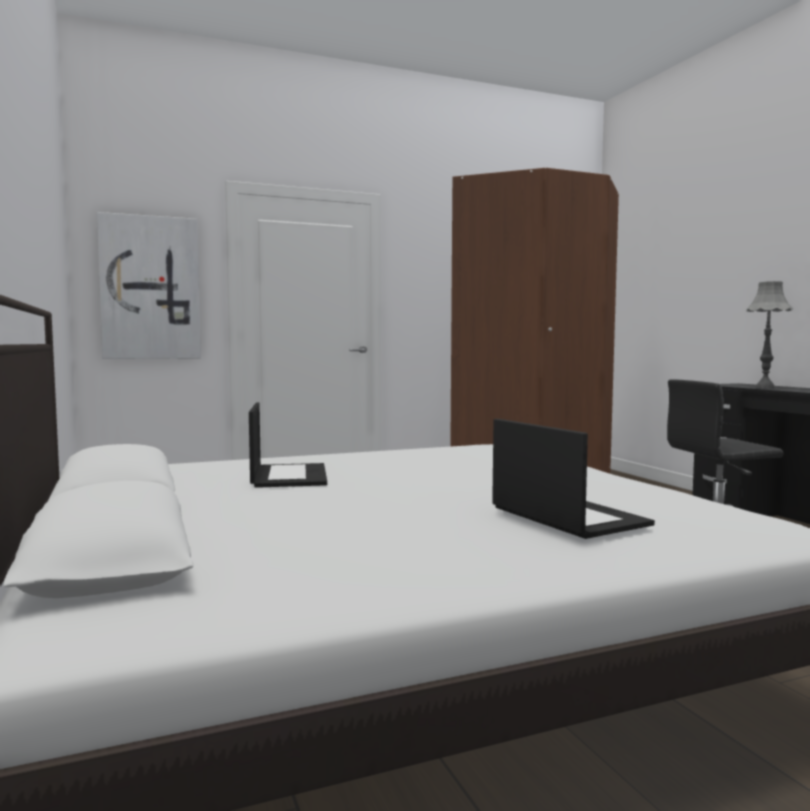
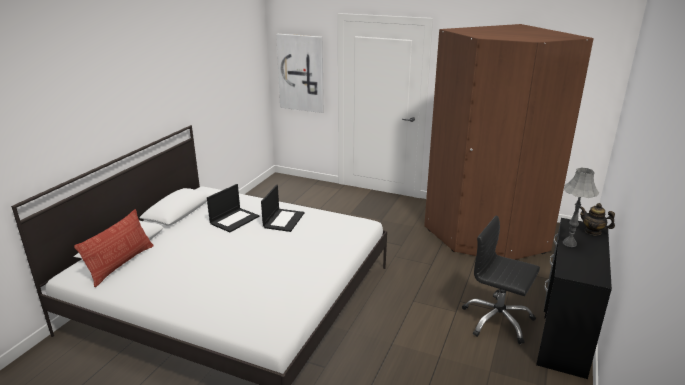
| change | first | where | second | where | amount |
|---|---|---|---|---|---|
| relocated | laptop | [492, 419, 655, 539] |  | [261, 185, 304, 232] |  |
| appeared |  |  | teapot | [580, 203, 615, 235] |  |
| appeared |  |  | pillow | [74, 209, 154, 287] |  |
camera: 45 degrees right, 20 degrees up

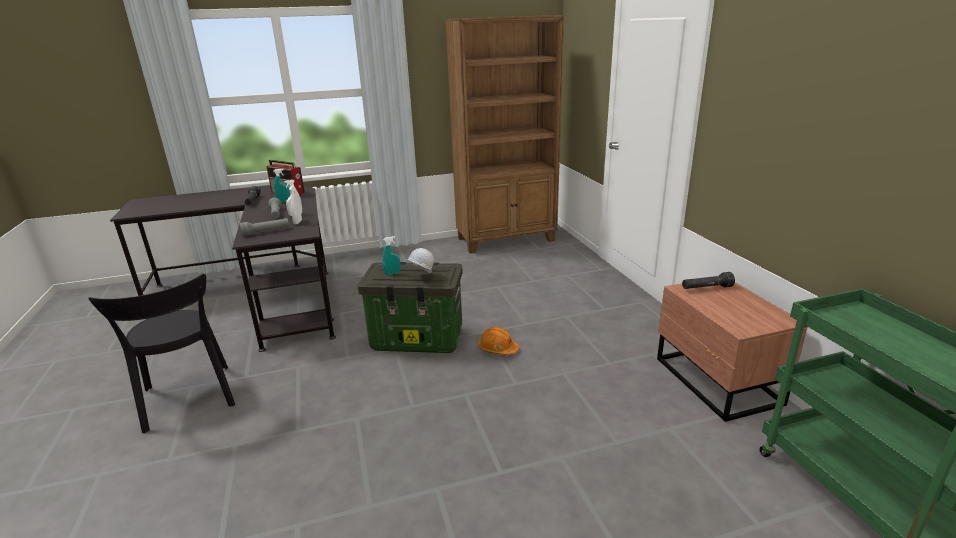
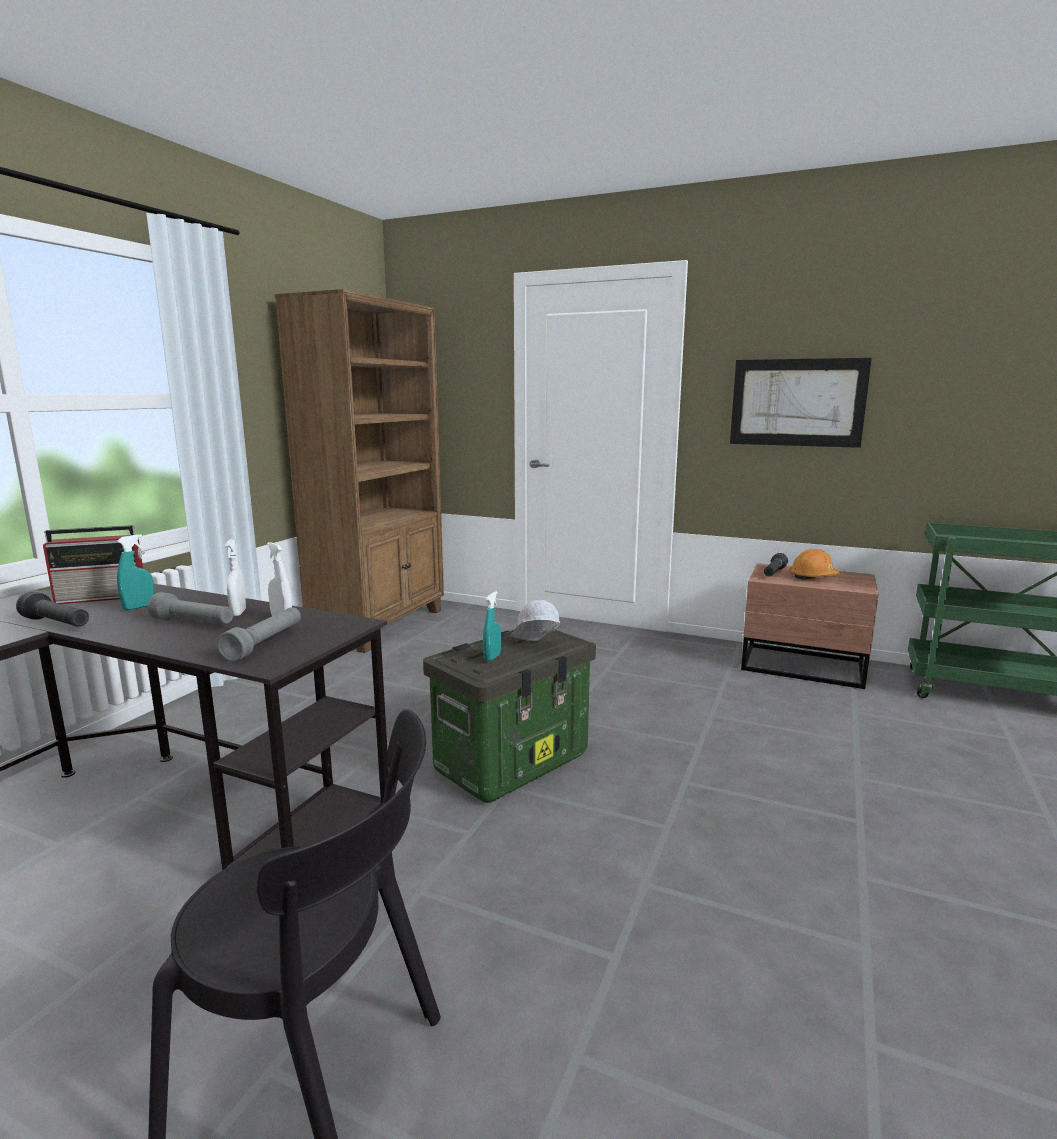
| change | first | where | second | where | amount |
|---|---|---|---|---|---|
| relocated | orange hard hat | [479, 327, 519, 355] |  | [789, 549, 840, 580] |  |
| appeared |  |  | picture | [730, 358, 872, 448] |  |
camera: 50 degrees left, 10 degrees down

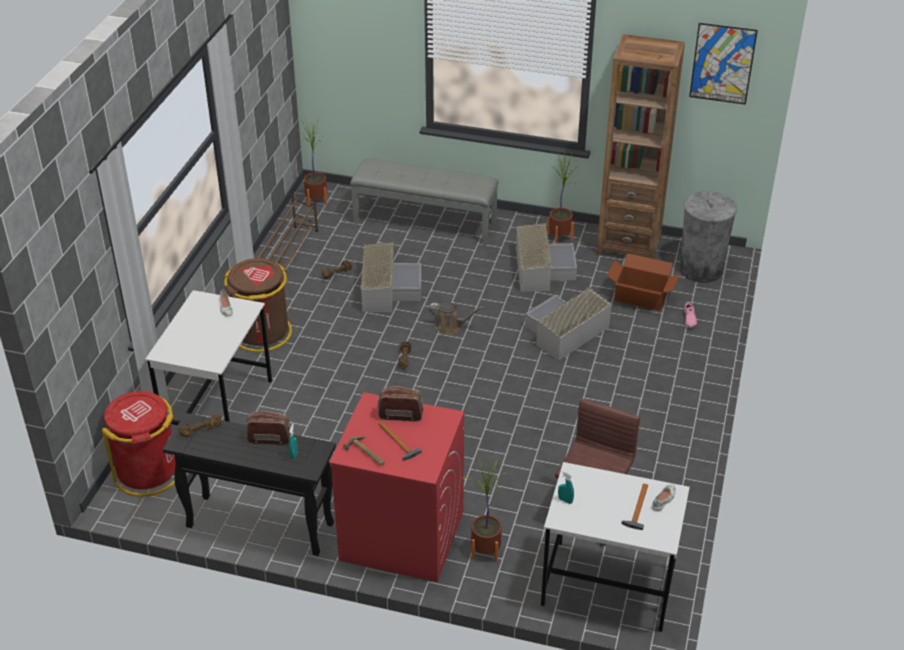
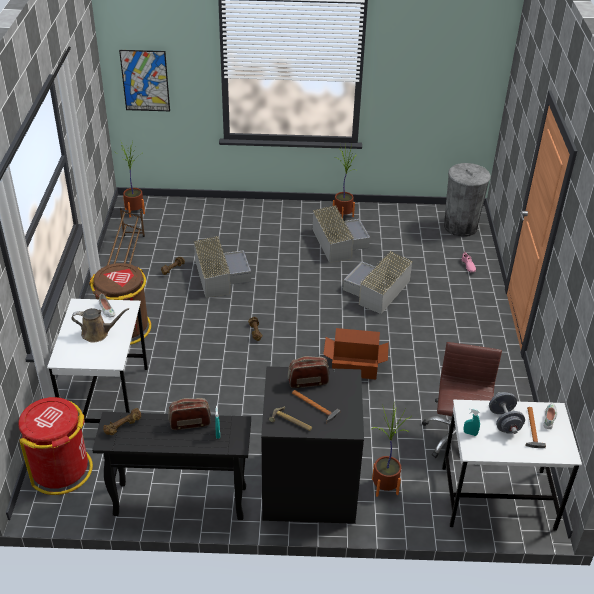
| change | first | where | second | where | amount |
|---|---|---|---|---|---|
| relocated | picture | [689, 23, 758, 105] |  | [119, 50, 170, 111] |  |
| missing | brown bookcase | [596, 34, 685, 259] |  |  |  |
| missing | grey bench | [350, 159, 499, 245] |  |  |  |
| relocated | cardboard box | [607, 253, 679, 311] |  | [323, 328, 389, 380] |  |
| relocated | brown watering can | [428, 302, 484, 335] |  | [72, 308, 129, 343] |  |
| colour | red washing machine | [329, 392, 464, 582] | black washing machine | [261, 366, 364, 524] |  |
| appeared |  |  | grey dumbbell | [489, 392, 525, 434] |  |
camera: 15 degrees left, 0 degrees up

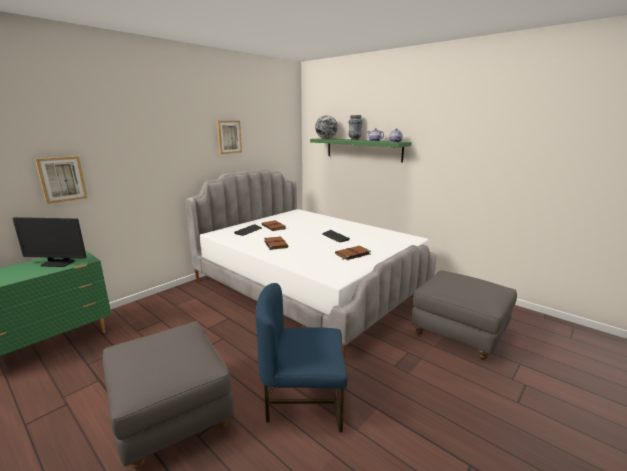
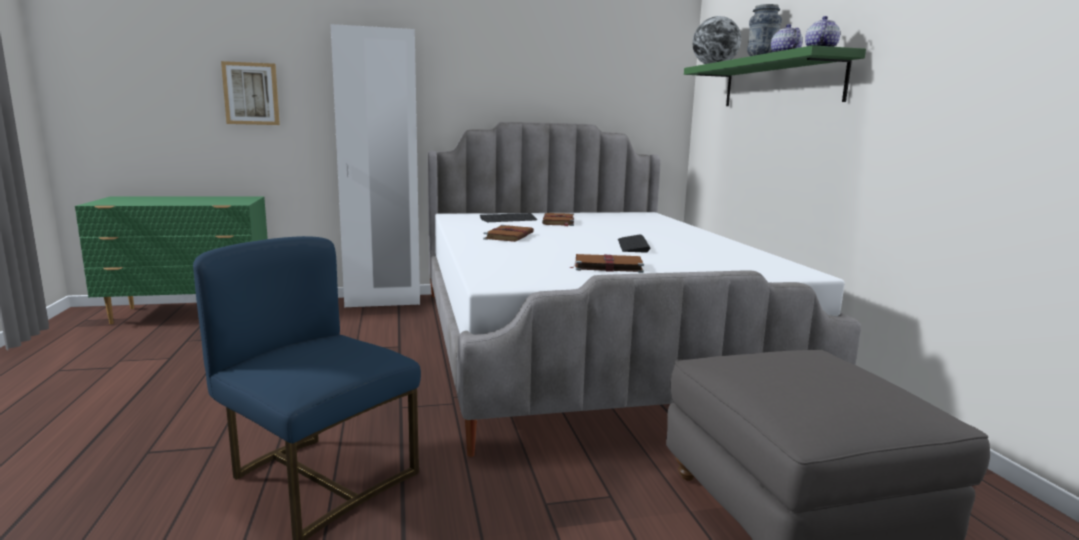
| change | first | where | second | where | amount |
|---|---|---|---|---|---|
| missing | picture | [217, 121, 242, 154] |  |  |  |
| missing | monitor | [12, 217, 87, 267] |  |  |  |
| missing | grey ottoman | [103, 321, 234, 469] |  |  |  |
| appeared |  |  | white wardrobe | [330, 24, 420, 308] |  |
camera: 35 degrees right, 5 degrees down

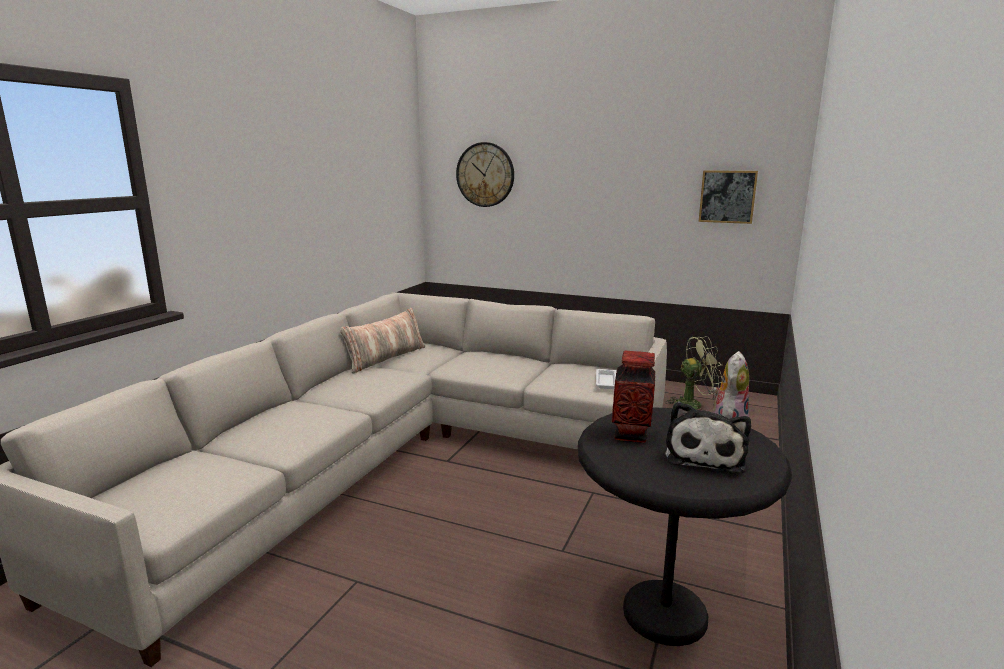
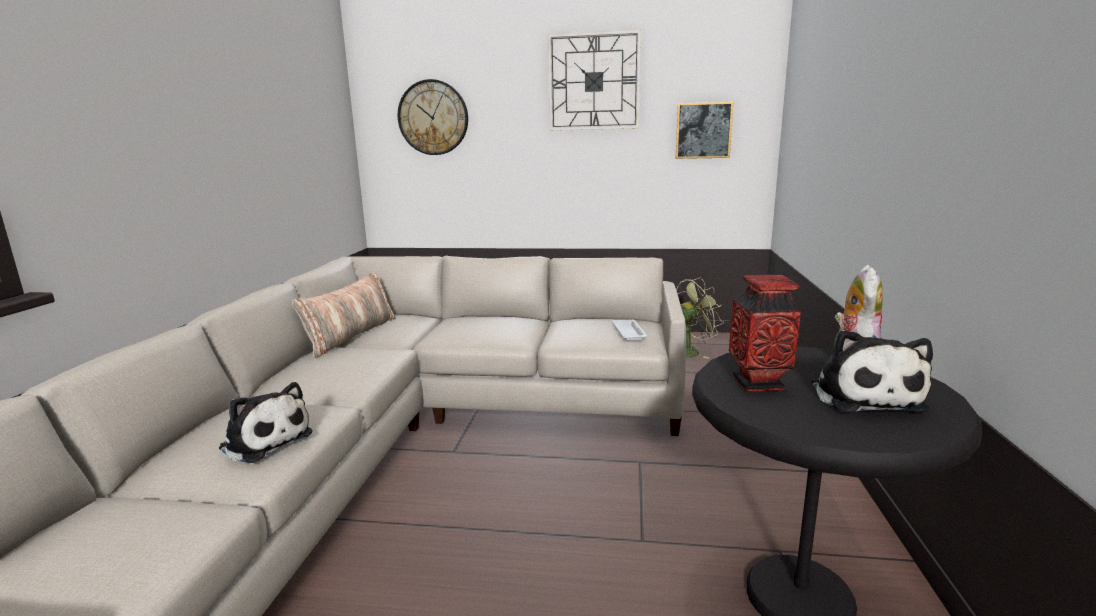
| change | first | where | second | where | amount |
|---|---|---|---|---|---|
| appeared |  |  | wall clock | [548, 30, 641, 131] |  |
| appeared |  |  | plush toy | [219, 382, 313, 463] |  |
camera: 15 degrees left, 0 degrees up

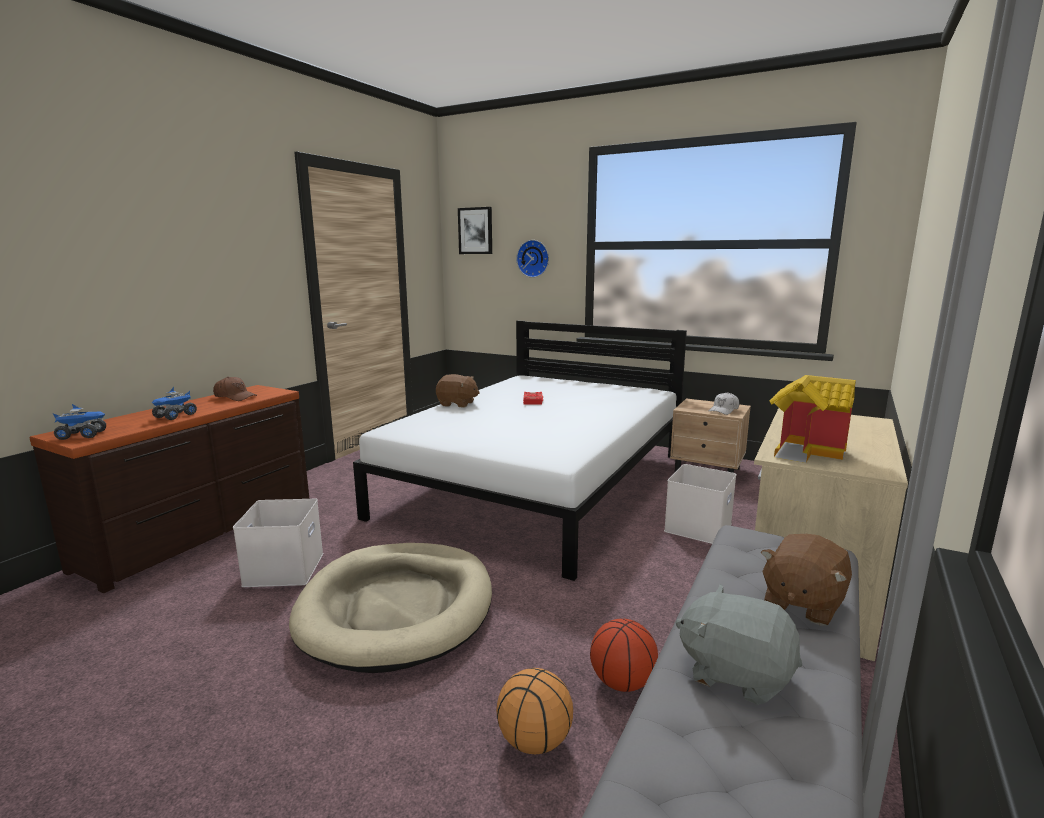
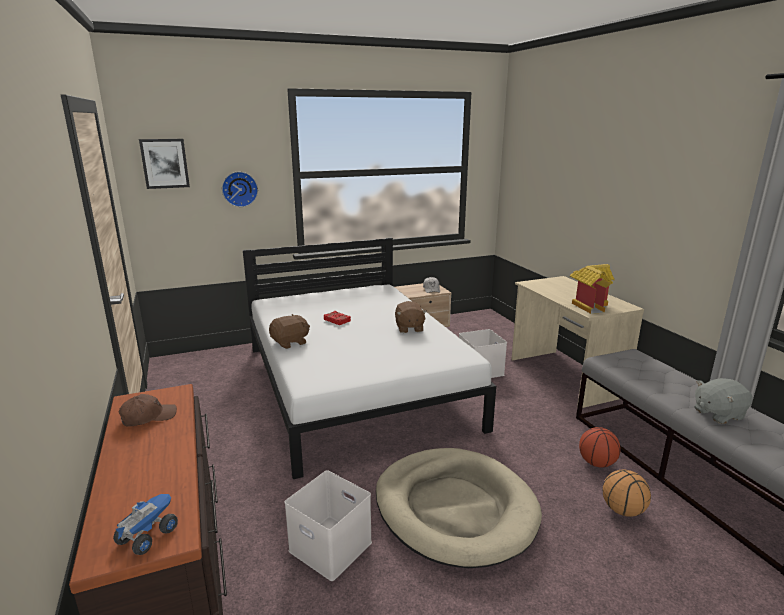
| change | first | where | second | where | amount |
|---|---|---|---|---|---|
| missing | toy truck | [152, 387, 197, 420] |  |  |  |
| relocated | brown plush toy | [761, 534, 852, 626] |  | [395, 301, 427, 333] |  |
camera: 50 degrees left, 5 degrees up

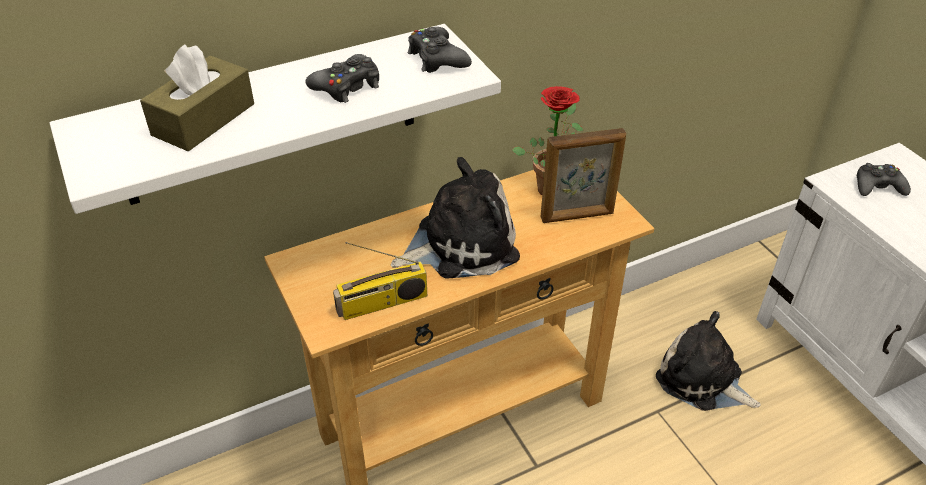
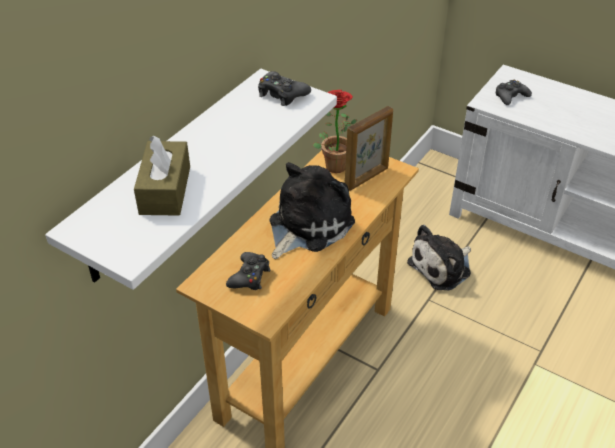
| change | first | where | second | where | amount |
|---|---|---|---|---|---|
| relocated | black game controller | [305, 54, 379, 103] |  | [226, 252, 270, 290] |  |
| missing | radio | [333, 242, 427, 320] |  |  |  |
| spun | plush toy | [656, 311, 761, 411] |  | [407, 225, 471, 290] | 45 degrees counterclockwise |
camera: 30 degrees left, 0 degrees up

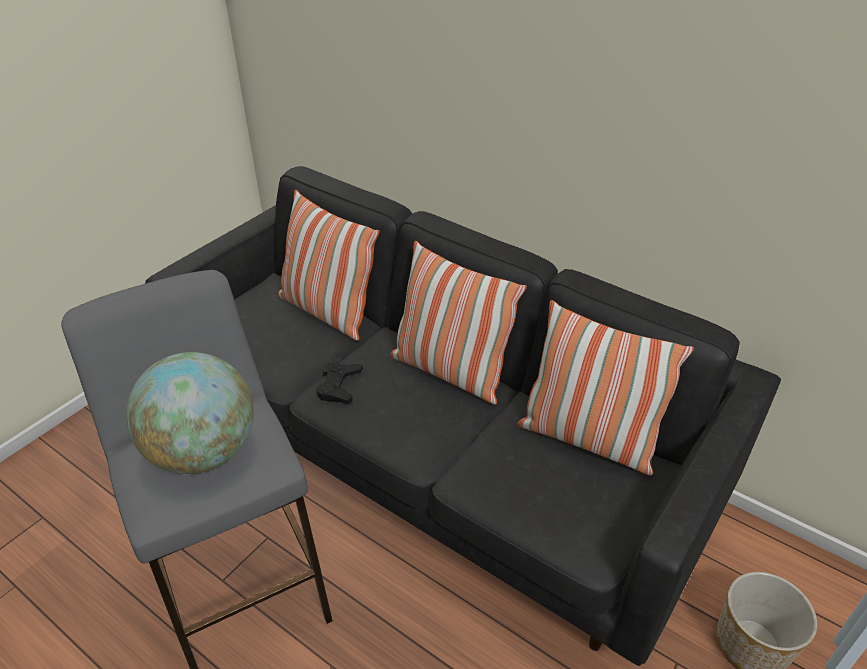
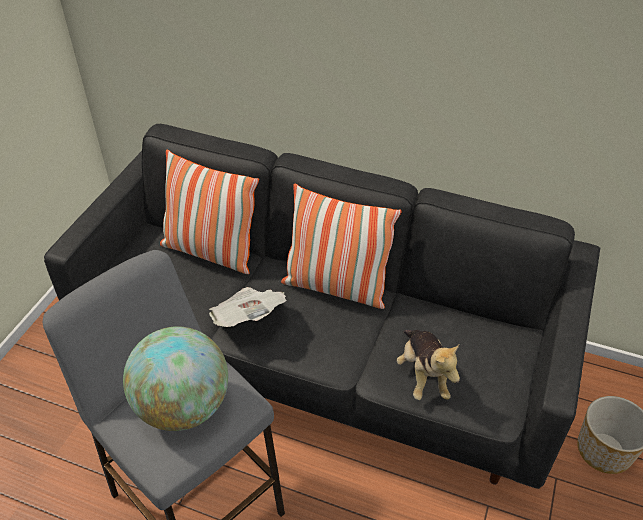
| change | first | where | second | where | amount |
|---|---|---|---|---|---|
| missing | pillow | [517, 300, 694, 475] |  |  |  |
| exchanged | black game controller | [316, 364, 363, 404] | newspaper | [209, 287, 286, 327] |  |
| appeared |  |  | plush toy | [396, 330, 460, 400] |  |
camera: 15 degrees left, 5 degrees up

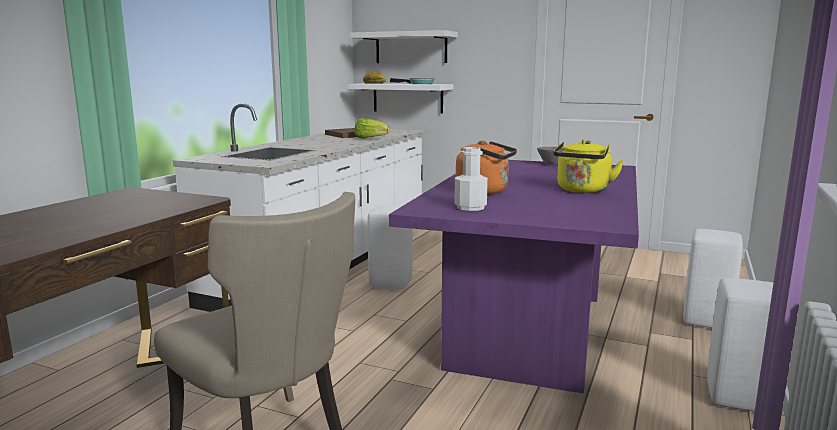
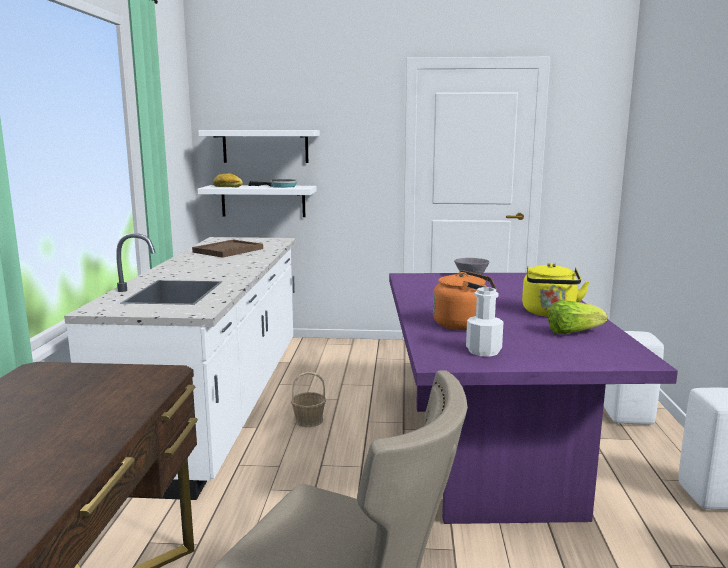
| change | first | where | second | where | amount |
|---|---|---|---|---|---|
| relocated | lettuce | [355, 118, 389, 139] |  | [548, 300, 607, 334] |  |
| exchanged | white stool | [368, 205, 413, 289] | basket | [291, 372, 326, 427] |  |
camera: 20 degrees left, 0 degrees up

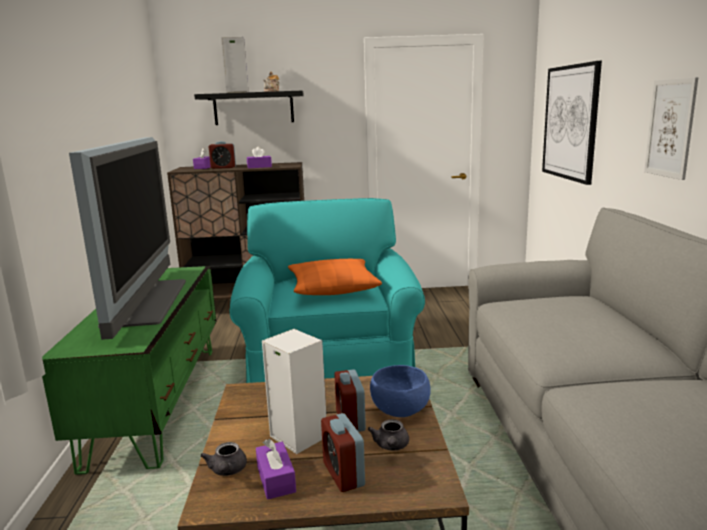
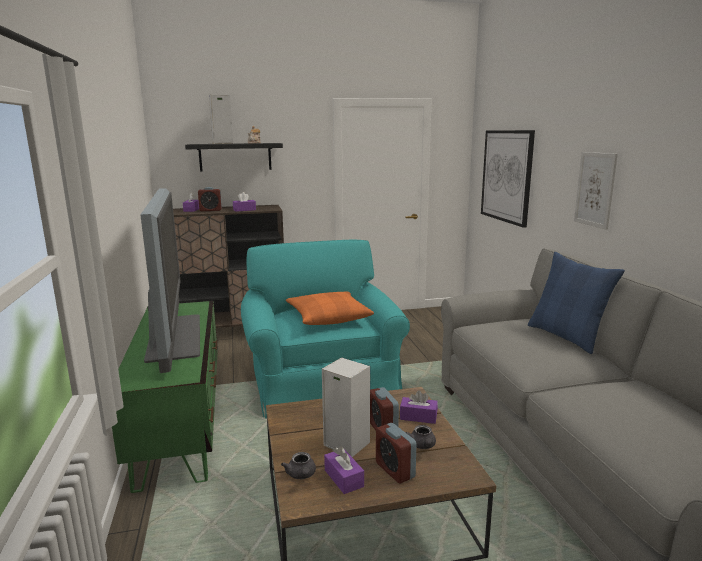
| change | first | where | second | where | amount |
|---|---|---|---|---|---|
| exchanged | blue bowl | [370, 365, 431, 417] | purple tissue box | [400, 390, 438, 424] |  |
| appeared |  |  | blue pillow | [528, 252, 625, 354] |  |
camera: 10 degrees left, 0 degrees up

